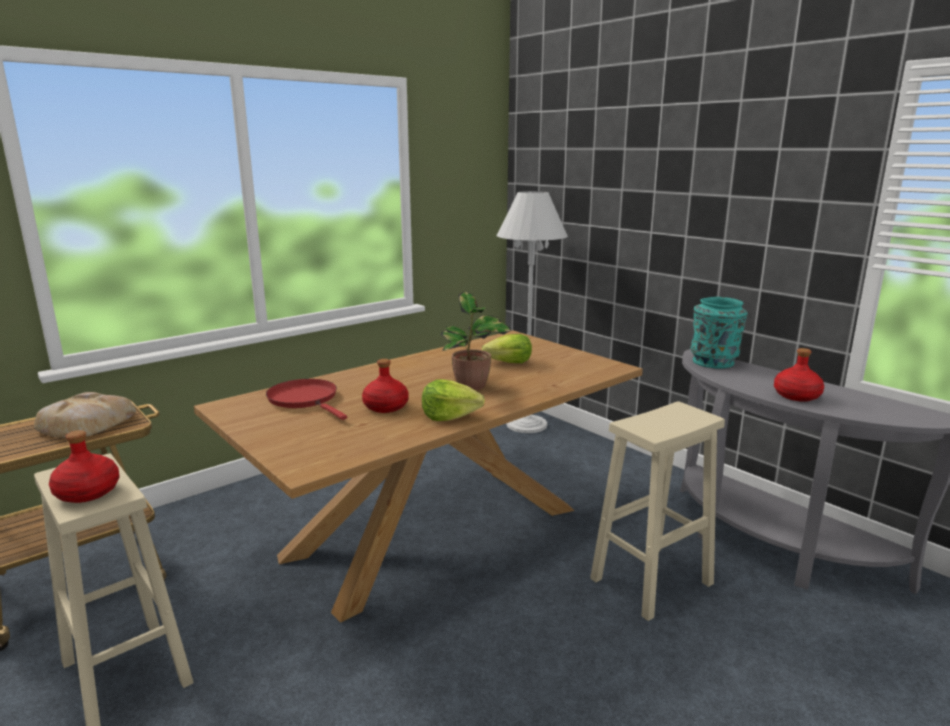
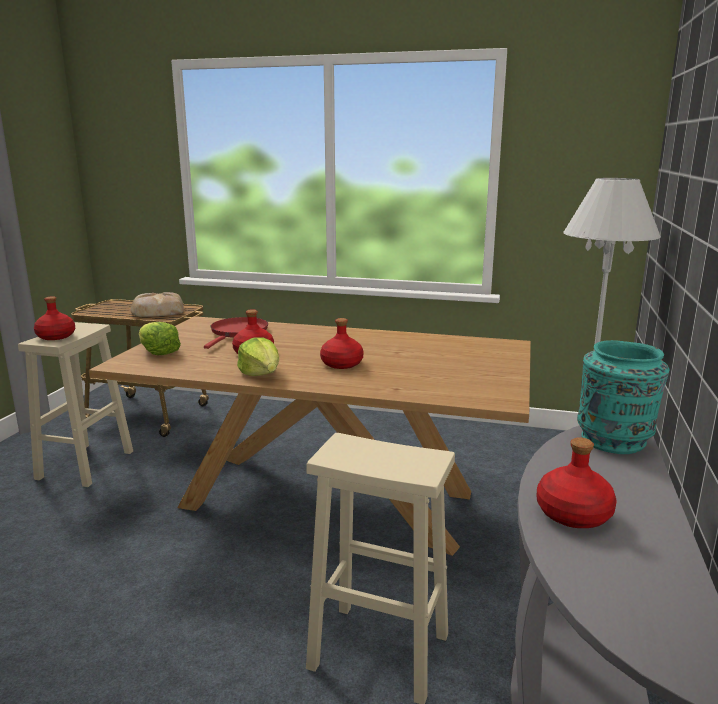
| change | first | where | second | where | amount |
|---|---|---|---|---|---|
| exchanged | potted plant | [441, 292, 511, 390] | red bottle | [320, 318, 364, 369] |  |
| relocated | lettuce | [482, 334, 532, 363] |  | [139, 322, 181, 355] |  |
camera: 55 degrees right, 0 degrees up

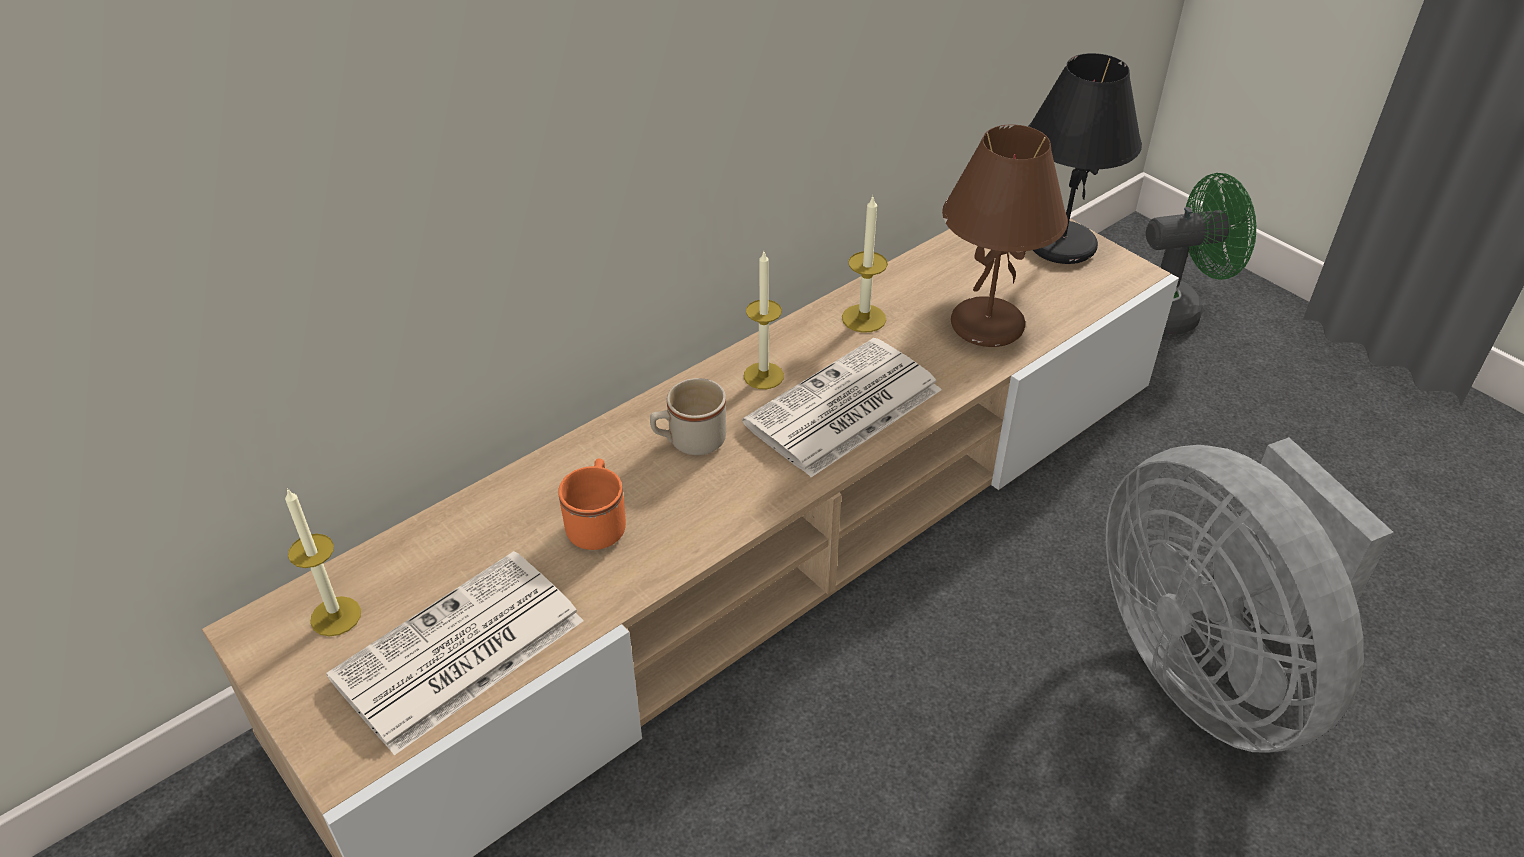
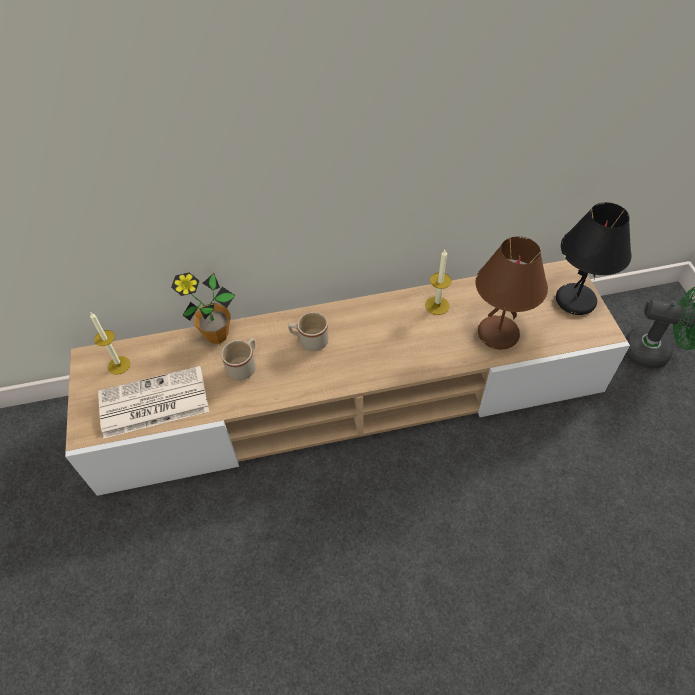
| change | first | where | second | where | amount |
|---|---|---|---|---|---|
| missing | candle | [744, 252, 784, 389] |  |  |  |
| missing | newspaper | [742, 338, 942, 477] |  |  |  |
| missing | grey fan | [1106, 437, 1394, 753] |  |  |  |
| colour | orange mug | [558, 458, 626, 550] | beige mug | [221, 338, 256, 380] |  |
| appeared |  |  | potted plant | [171, 272, 235, 344] |  |
camera: 30 degrees right, 10 degrees up

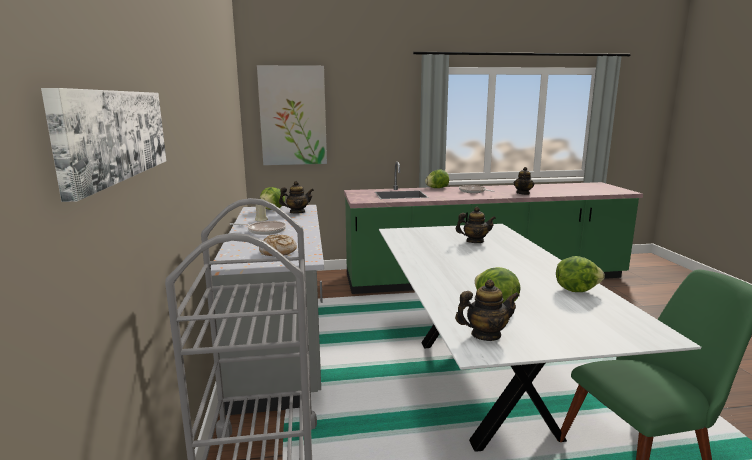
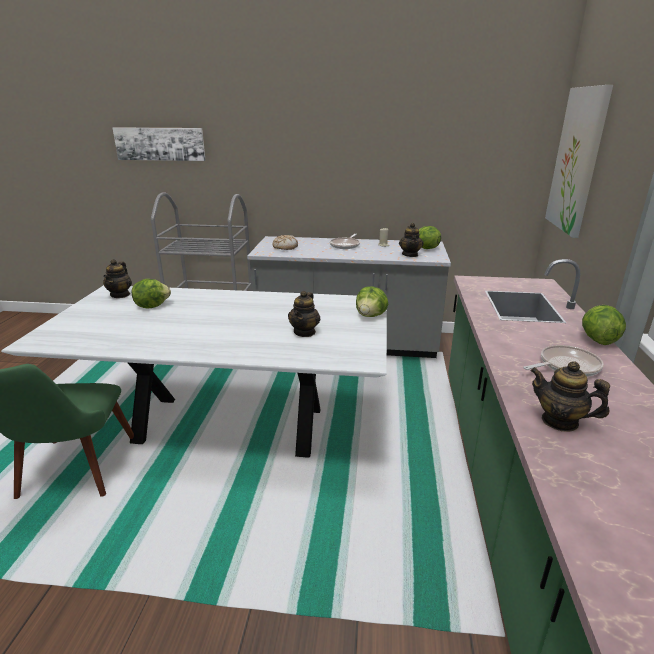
| change | first | where | second | where | amount |
|---|---|---|---|---|---|
| relocated | lettuce | [556, 256, 605, 292] |  | [356, 286, 388, 317] |  |
camera: 105 degrees right, 10 degrees up

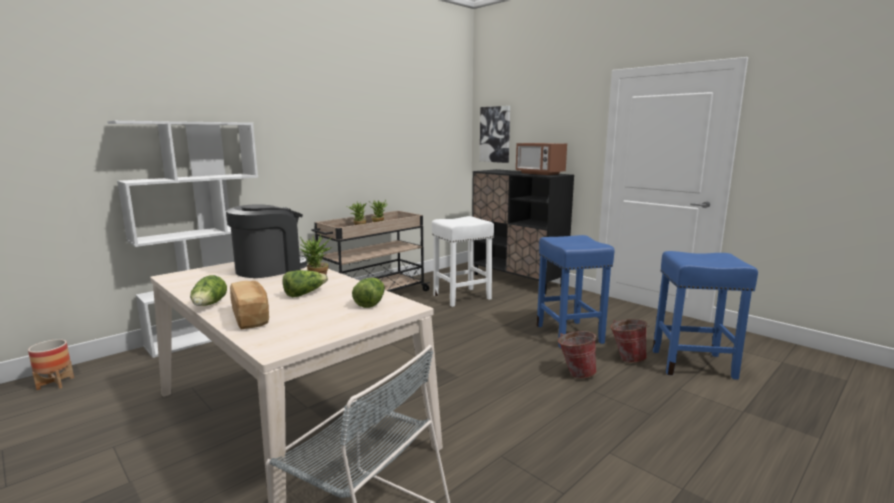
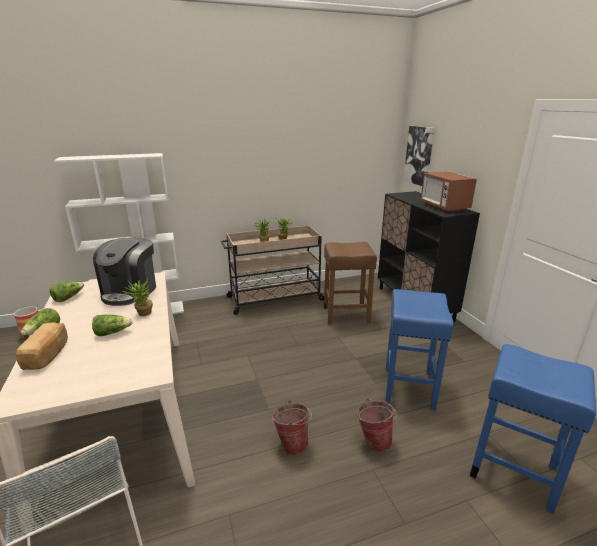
| change | first | where | second | where | amount |
|---|---|---|---|---|---|
| spun | coffee machine | [226, 204, 309, 278] |  | [93, 238, 156, 306] | 120 degrees clockwise |
| colour | white stool | [432, 216, 494, 307] | brown stool | [324, 242, 377, 324] |  |
| relocated | lettuce | [352, 278, 385, 308] |  | [50, 282, 84, 302] |  |
| relocated | bucket | [610, 319, 650, 363] |  | [272, 400, 312, 455] |  |
camera: 25 degrees right, 10 degrees up

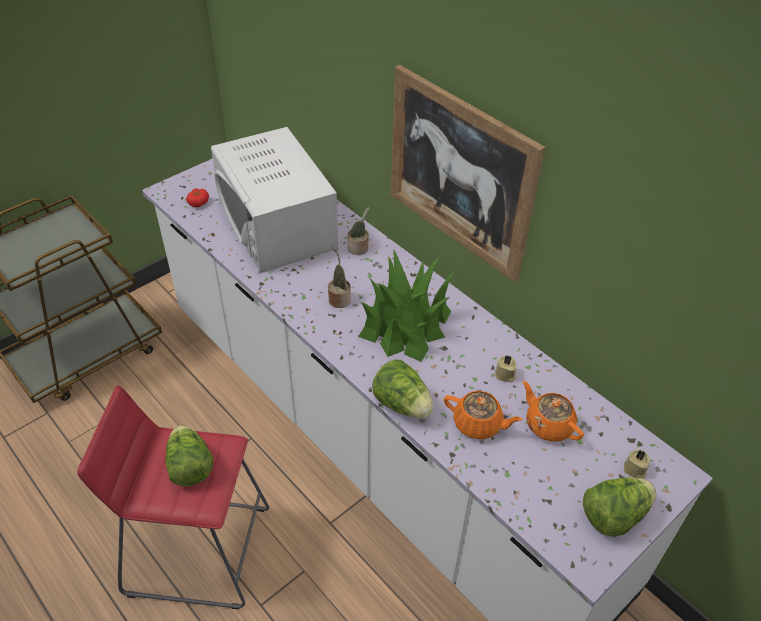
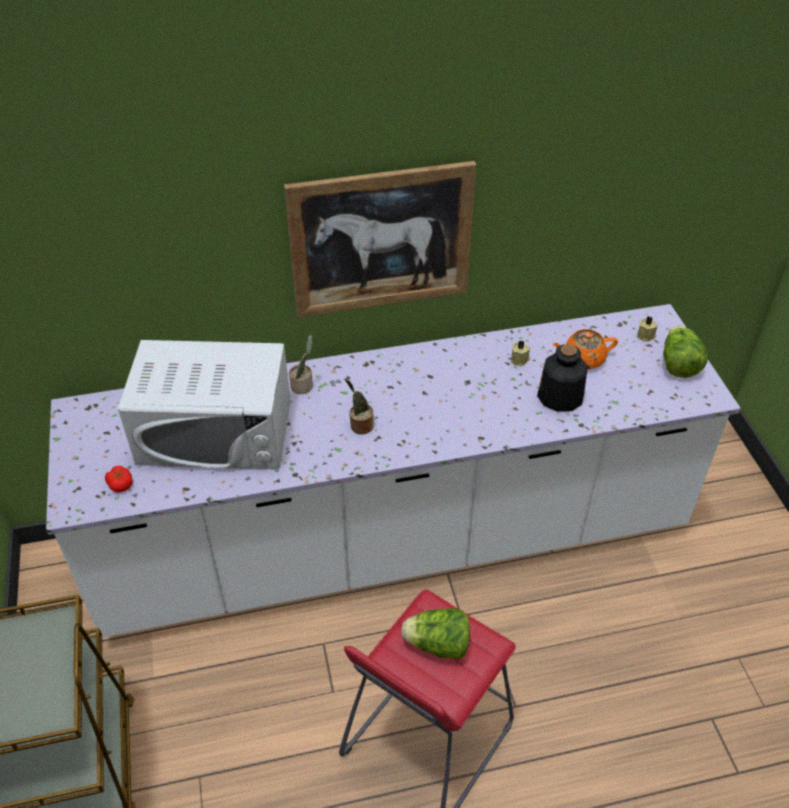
| change | first | where | second | where | amount |
|---|---|---|---|---|---|
| missing | potted plant | [358, 249, 453, 362] |  |  |  |
| missing | lettuce | [372, 360, 433, 419] |  |  |  |
| exchanged | orange teapot | [444, 391, 523, 439] | bottle | [537, 344, 588, 412] |  |
camera: 60 degrees left, 0 degrees up

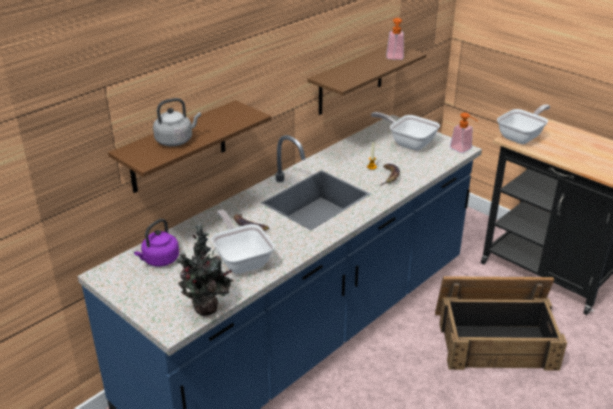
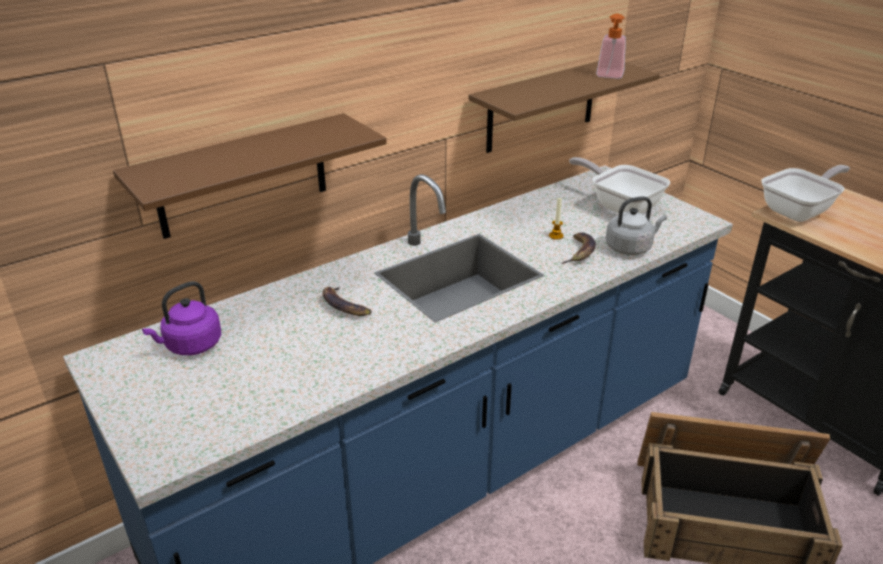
| change | first | where | second | where | amount |
|---|---|---|---|---|---|
| relocated | grey kettle | [153, 98, 201, 146] |  | [606, 196, 667, 255] |  |
| missing | soap dispenser | [450, 113, 478, 153] |  |  |  |
| missing | frying pan | [212, 210, 274, 274] |  |  |  |
| missing | potted plant | [176, 224, 234, 316] |  |  |  |
camera: 10 degrees right, 0 degrees up

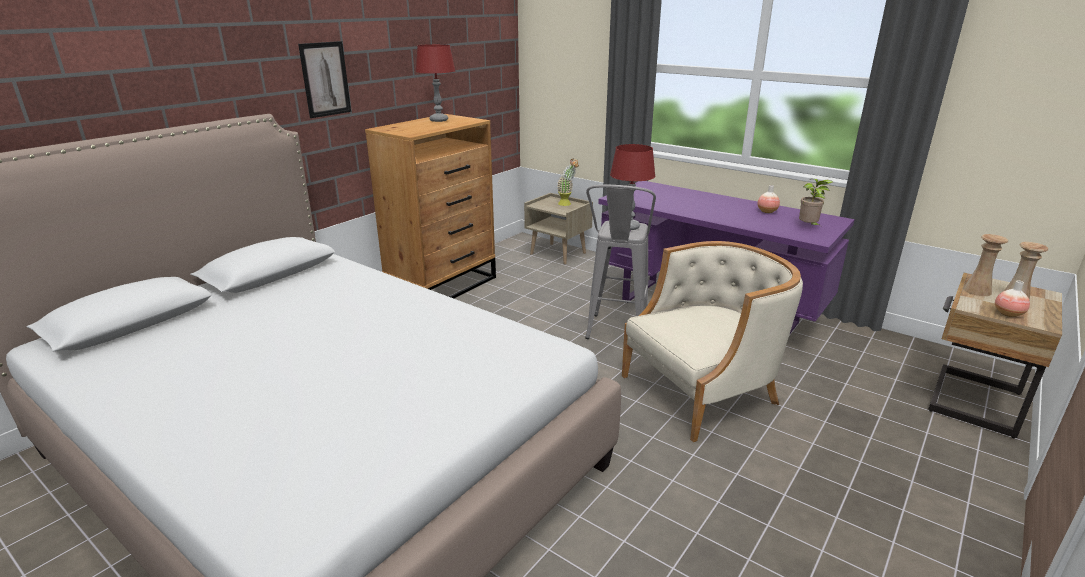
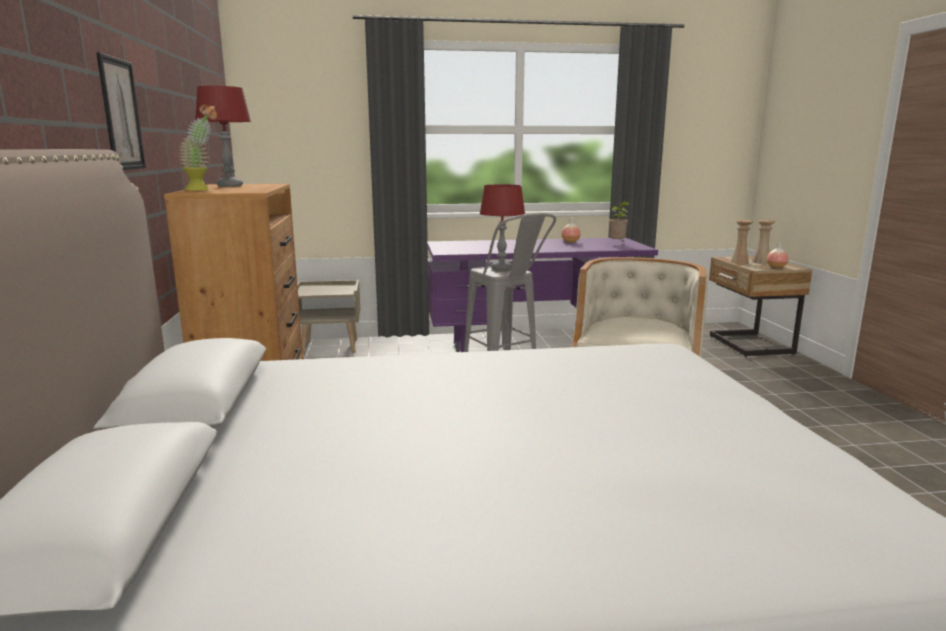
| change | first | where | second | where | amount |
|---|---|---|---|---|---|
| relocated | potted plant | [557, 159, 579, 206] |  | [178, 104, 217, 191] |  |
camera: 45 degrees left, 10 degrees down

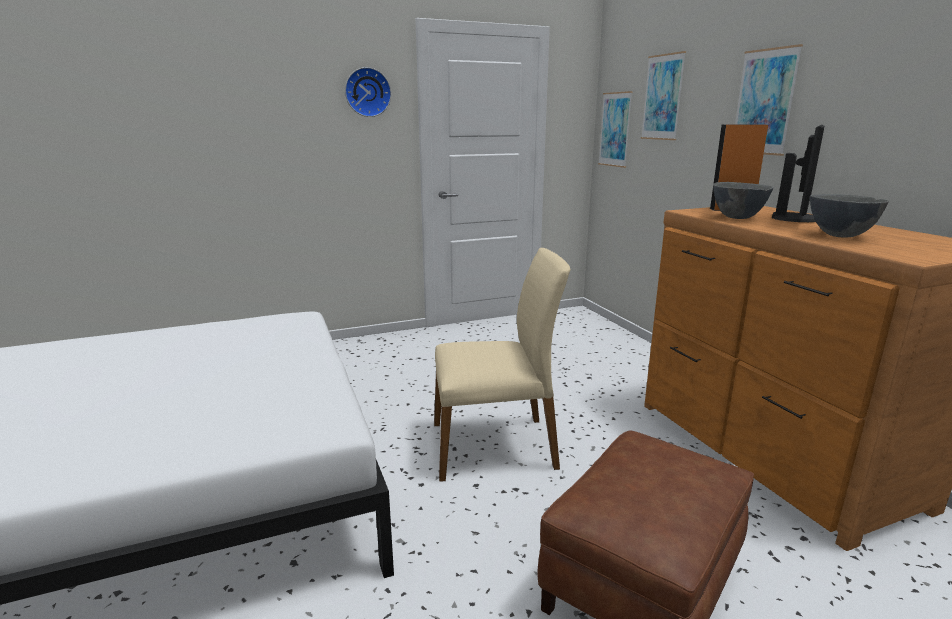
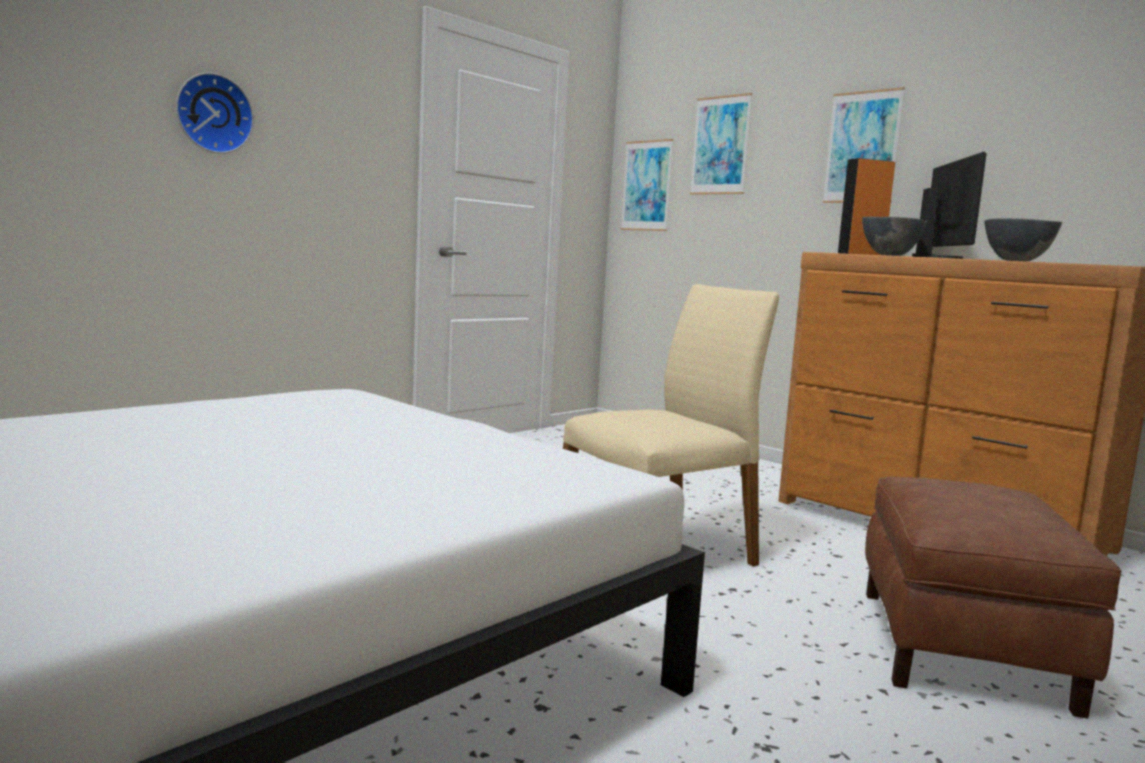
| change | first | where | second | where | amount |
|---|---|---|---|---|---|
| relocated | wall clock | [345, 67, 391, 117] |  | [176, 73, 254, 154] |  |
camera: 25 degrees left, 10 degrees down

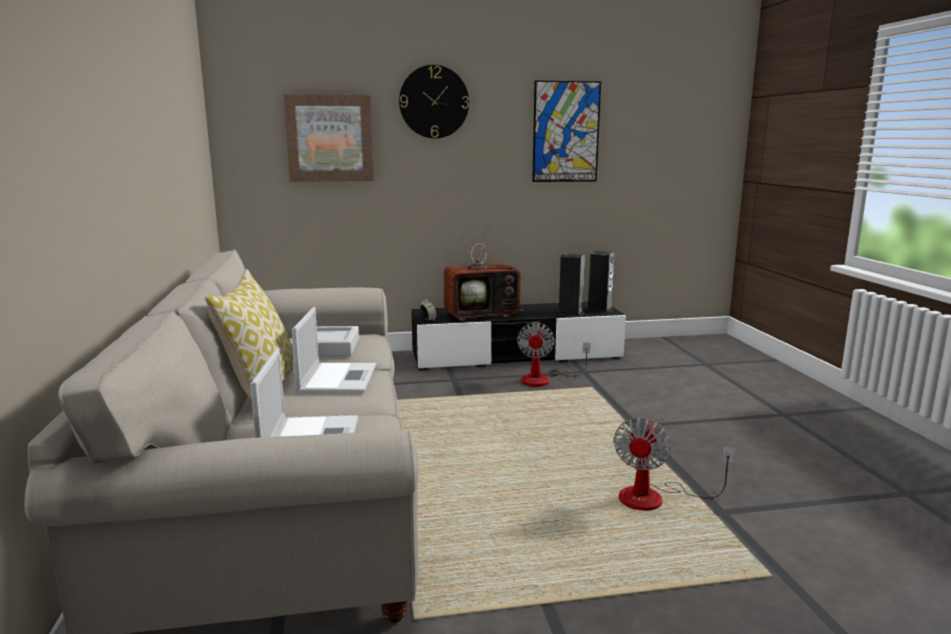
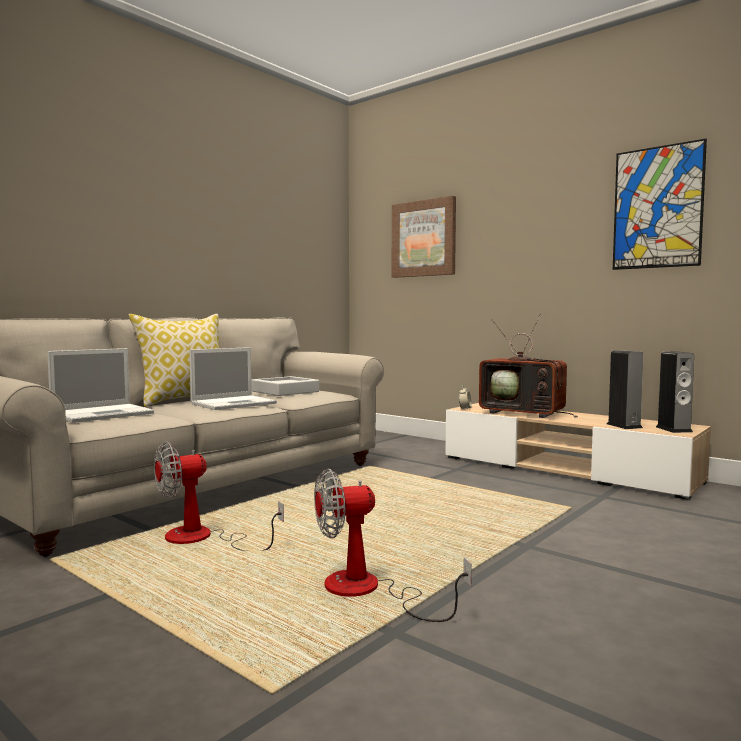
| change | first | where | second | where | amount |
|---|---|---|---|---|---|
| missing | wall clock | [399, 65, 469, 138] |  |  |  |
| colour | black tv stand | [411, 302, 626, 370] | beige tv stand | [445, 403, 711, 500] |  |
| relocated | fan | [517, 322, 590, 387] |  | [154, 442, 284, 551] |  |
camera: 50 degrees right, 10 degrees down

